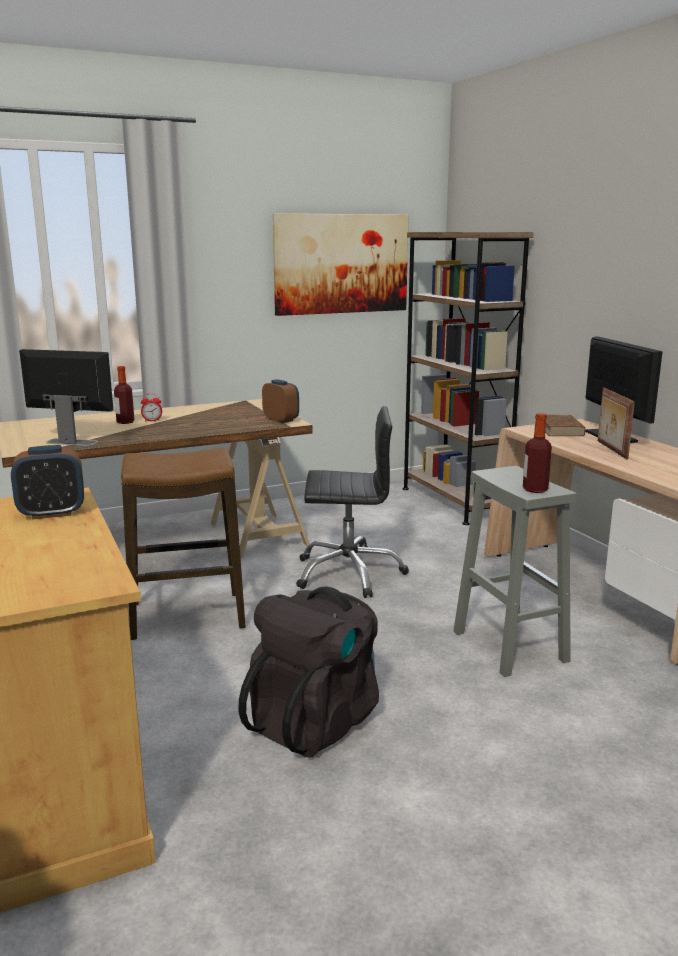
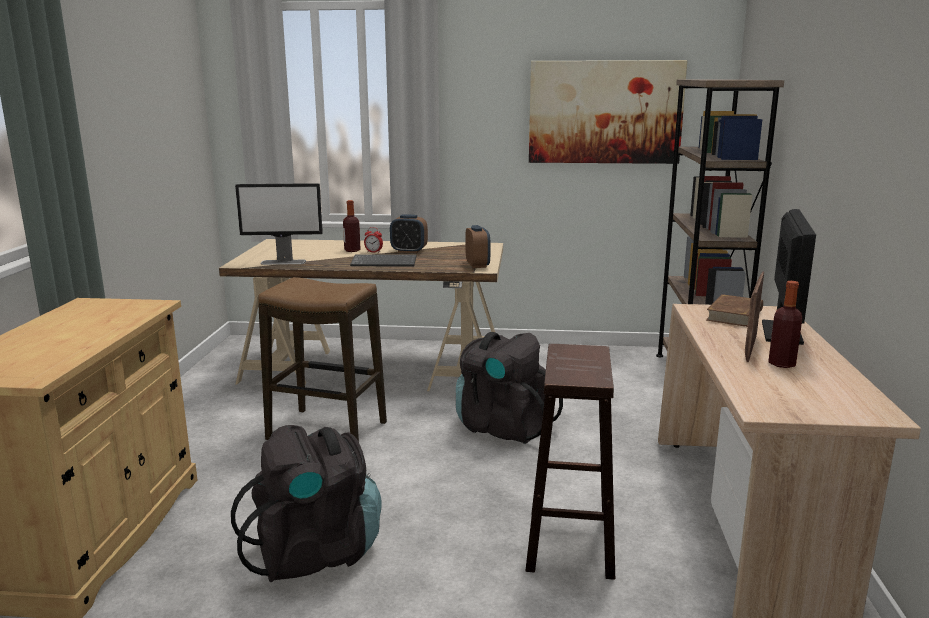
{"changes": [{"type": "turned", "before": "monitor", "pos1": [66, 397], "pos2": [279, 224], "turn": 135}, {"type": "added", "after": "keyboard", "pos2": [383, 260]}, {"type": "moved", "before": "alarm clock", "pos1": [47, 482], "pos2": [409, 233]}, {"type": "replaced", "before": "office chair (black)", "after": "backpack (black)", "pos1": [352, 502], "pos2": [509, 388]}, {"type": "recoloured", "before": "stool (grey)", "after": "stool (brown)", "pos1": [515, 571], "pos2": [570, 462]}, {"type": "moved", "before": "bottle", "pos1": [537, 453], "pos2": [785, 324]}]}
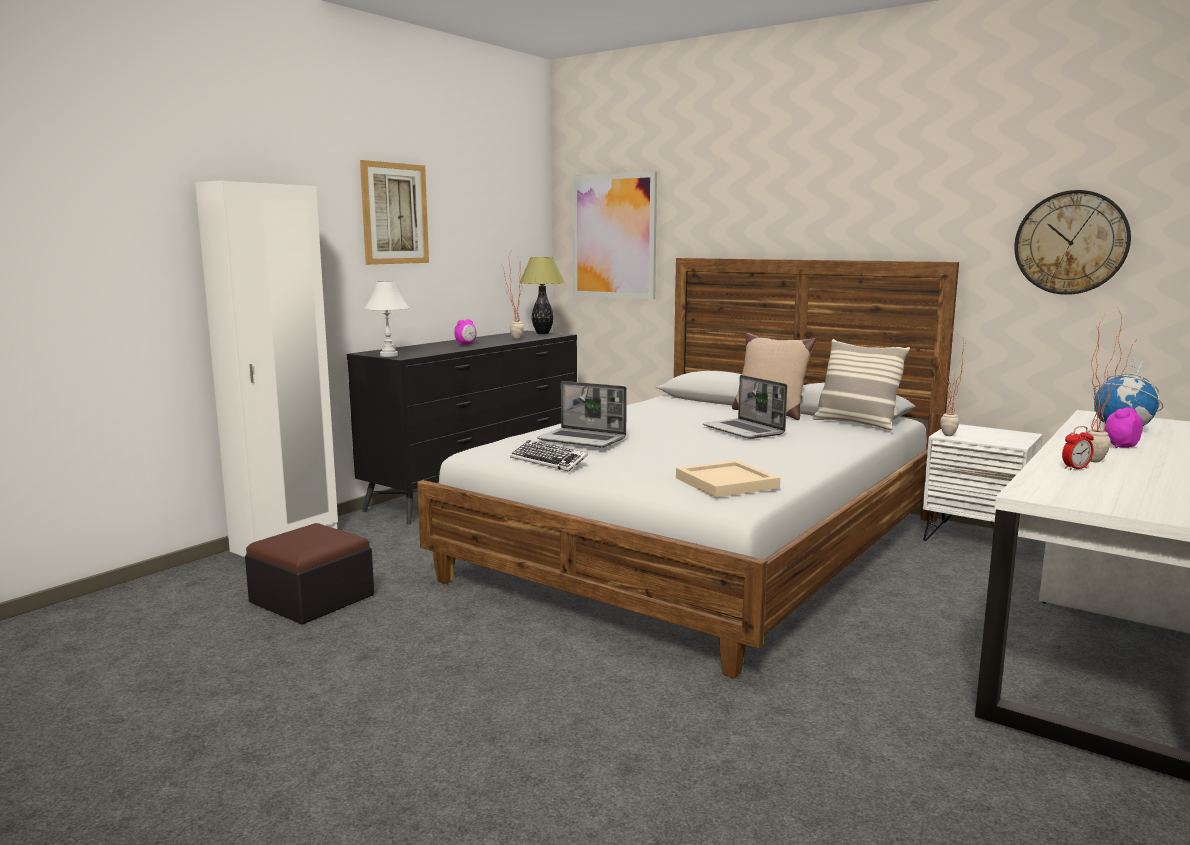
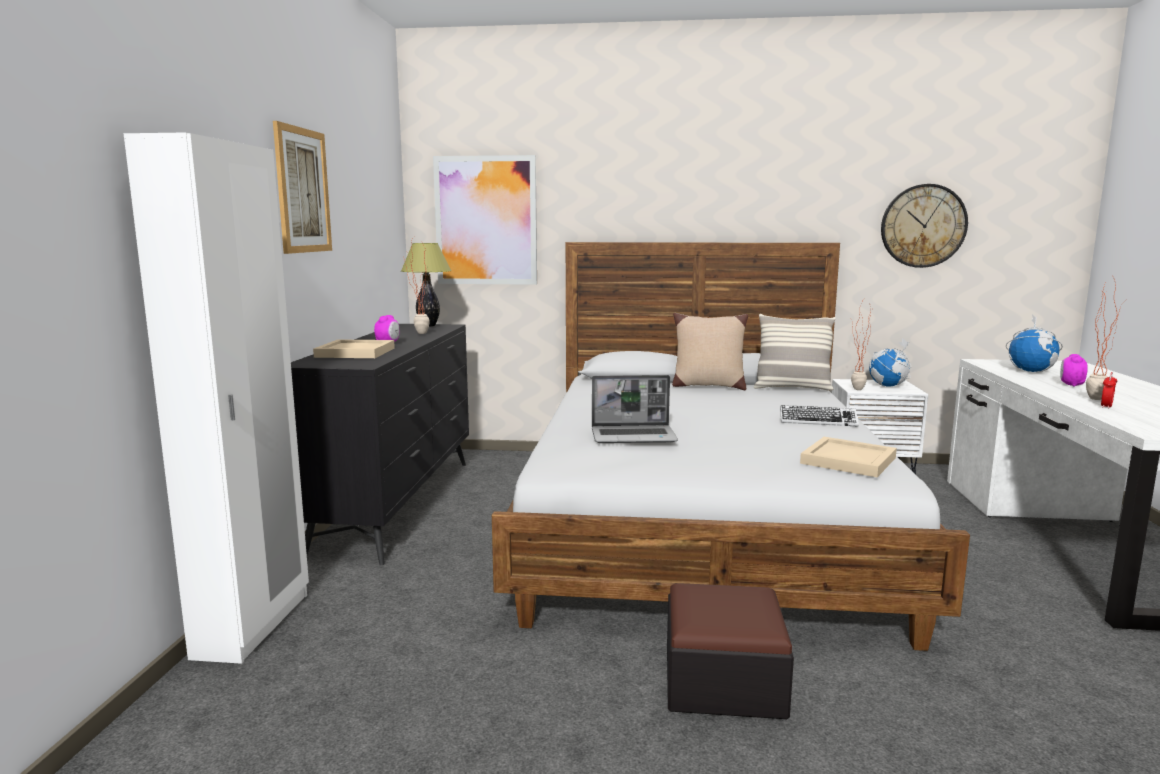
{"changes": [{"type": "added", "after": "tray (beige)", "pos2": [354, 348]}, {"type": "moved", "before": "ottoman", "pos1": [309, 573], "pos2": [730, 651]}, {"type": "moved", "before": "keyboard", "pos1": [549, 455], "pos2": [819, 416]}, {"type": "added", "after": "globe", "pos2": [890, 362]}, {"type": "removed", "before": "table lamp (white)", "pos1": [386, 319]}, {"type": "removed", "before": "laptop", "pos1": [745, 407]}]}
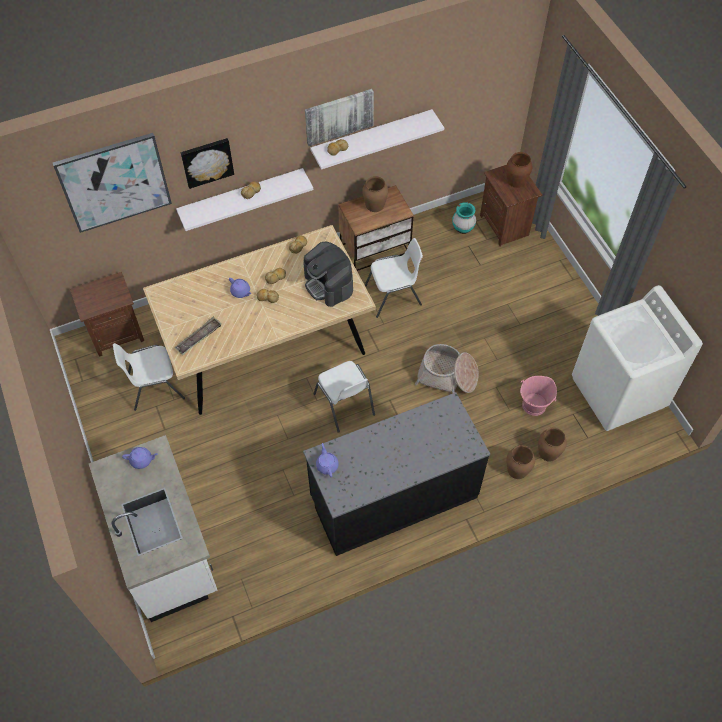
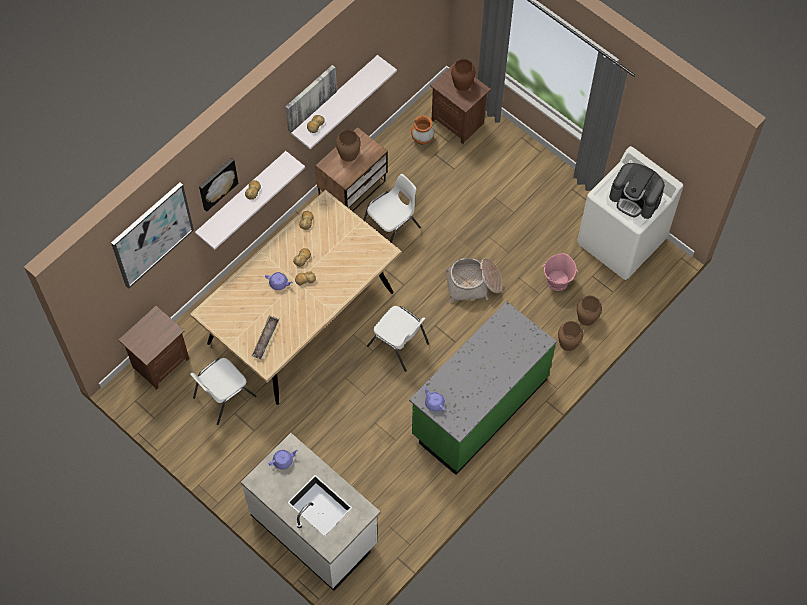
{"changes": [{"type": "recoloured", "before": "counter (black)", "after": "counter (green)", "pos1": [396, 474], "pos2": [483, 388]}, {"type": "recoloured", "before": "vase (turquoise)", "after": "vase (orange)", "pos1": [464, 218], "pos2": [422, 130]}, {"type": "moved", "before": "coffee machine", "pos1": [328, 274], "pos2": [636, 191]}]}
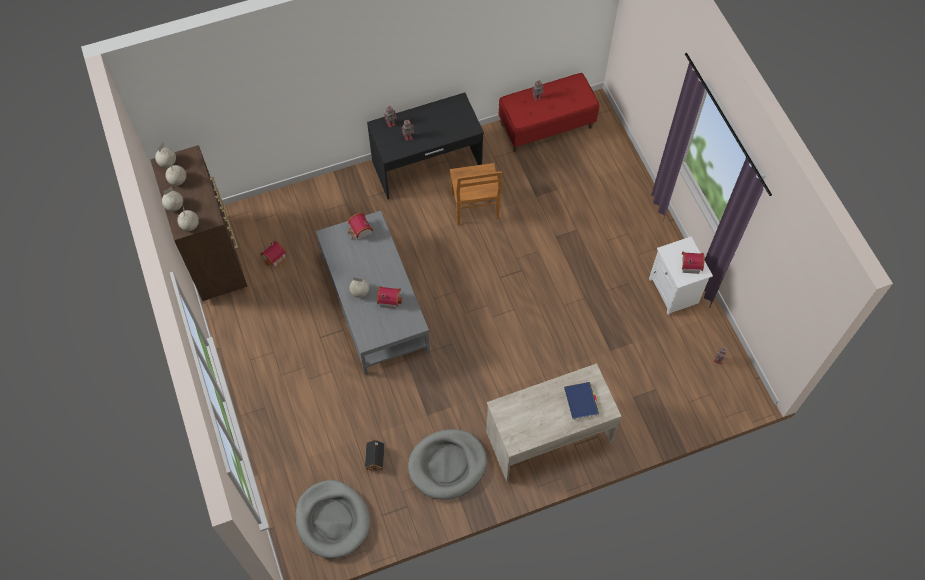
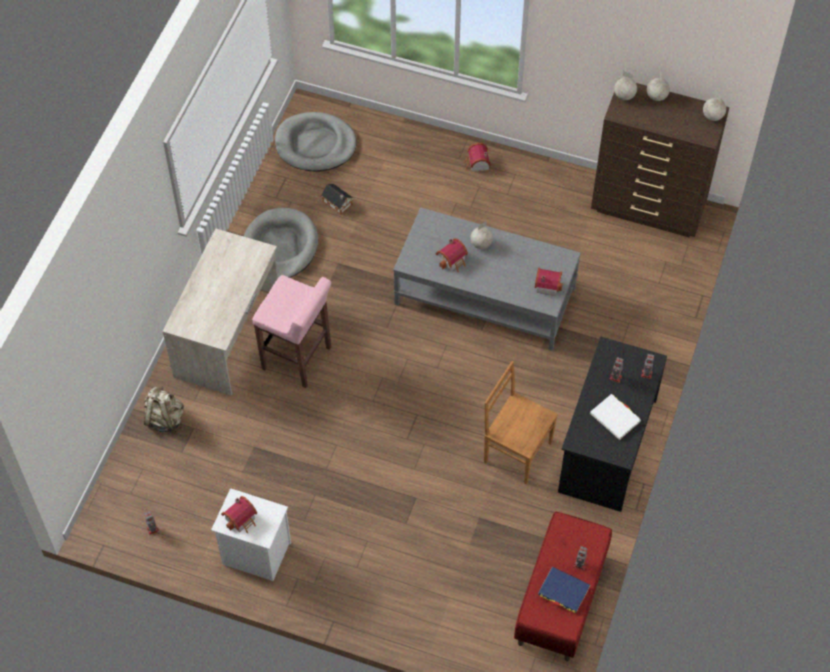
{"changes": [{"type": "added", "after": "backpack (beige)", "pos2": [164, 409]}, {"type": "added", "after": "stool (pink)", "pos2": [291, 331]}, {"type": "moved", "before": "toy house", "pos1": [273, 254], "pos2": [478, 157]}, {"type": "moved", "before": "book (blue)", "pos1": [581, 401], "pos2": [564, 589]}, {"type": "added", "after": "book (white)", "pos2": [615, 417]}, {"type": "removed", "before": "globe", "pos1": [175, 173]}]}
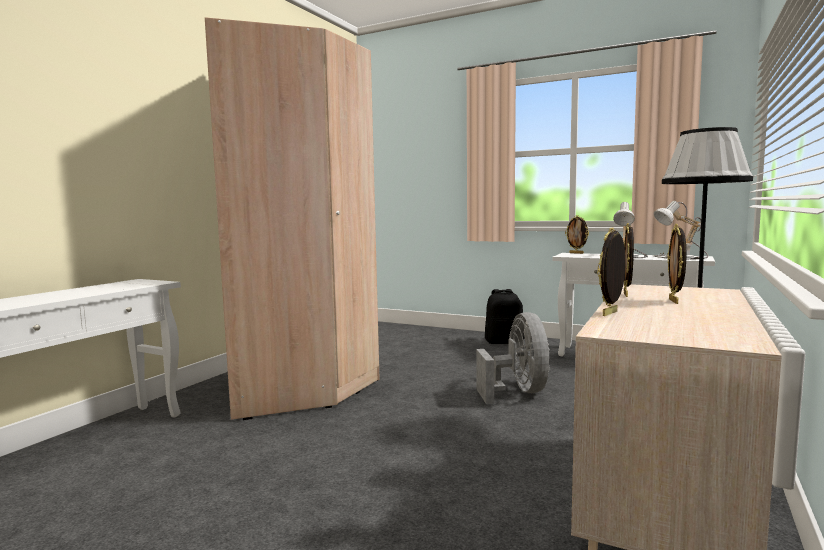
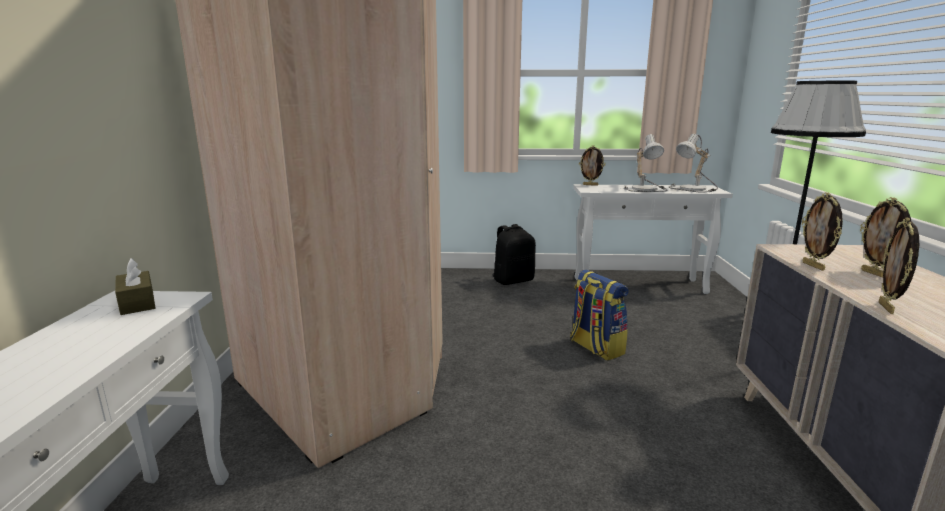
{"changes": [{"type": "added", "after": "tissue box (brown)", "pos2": [135, 286]}, {"type": "replaced", "before": "fan (grey)", "after": "backpack", "pos1": [513, 358], "pos2": [599, 315]}]}
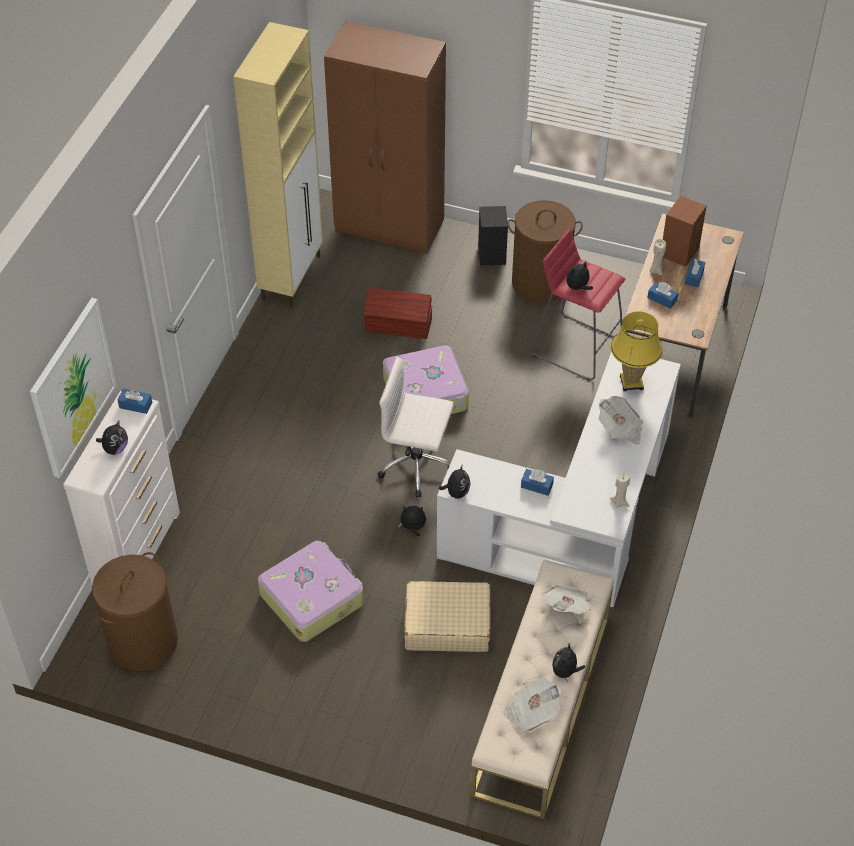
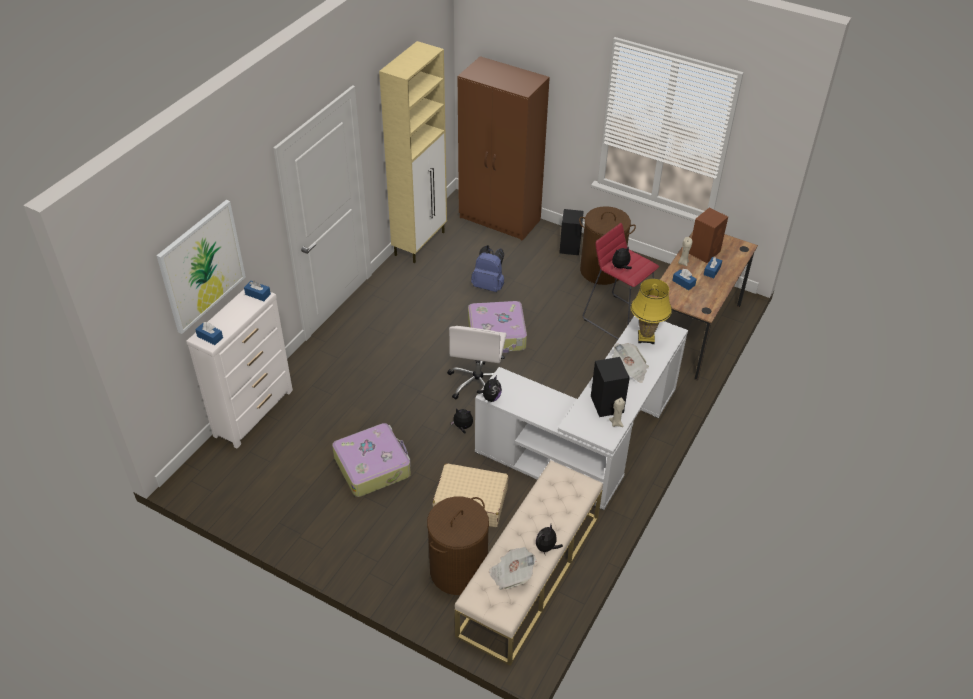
{"changes": [{"type": "moved", "before": "tissue box (blue)", "pos1": [537, 482], "pos2": [209, 333]}, {"type": "moved", "before": "laundry basket (brown)", "pos1": [135, 611], "pos2": [458, 545]}, {"type": "turned", "before": "office chair (white)", "pos1": [415, 427], "pos2": [477, 363], "turn": -105}, {"type": "replaced", "before": "storage box (brown)", "after": "backpack (blue)", "pos1": [398, 313], "pos2": [487, 268]}, {"type": "added", "after": "speaker (black)", "pos2": [610, 387]}, {"type": "removed", "before": "plush toy", "pos1": [112, 438]}, {"type": "removed", "before": "newspaper", "pos1": [566, 599]}]}
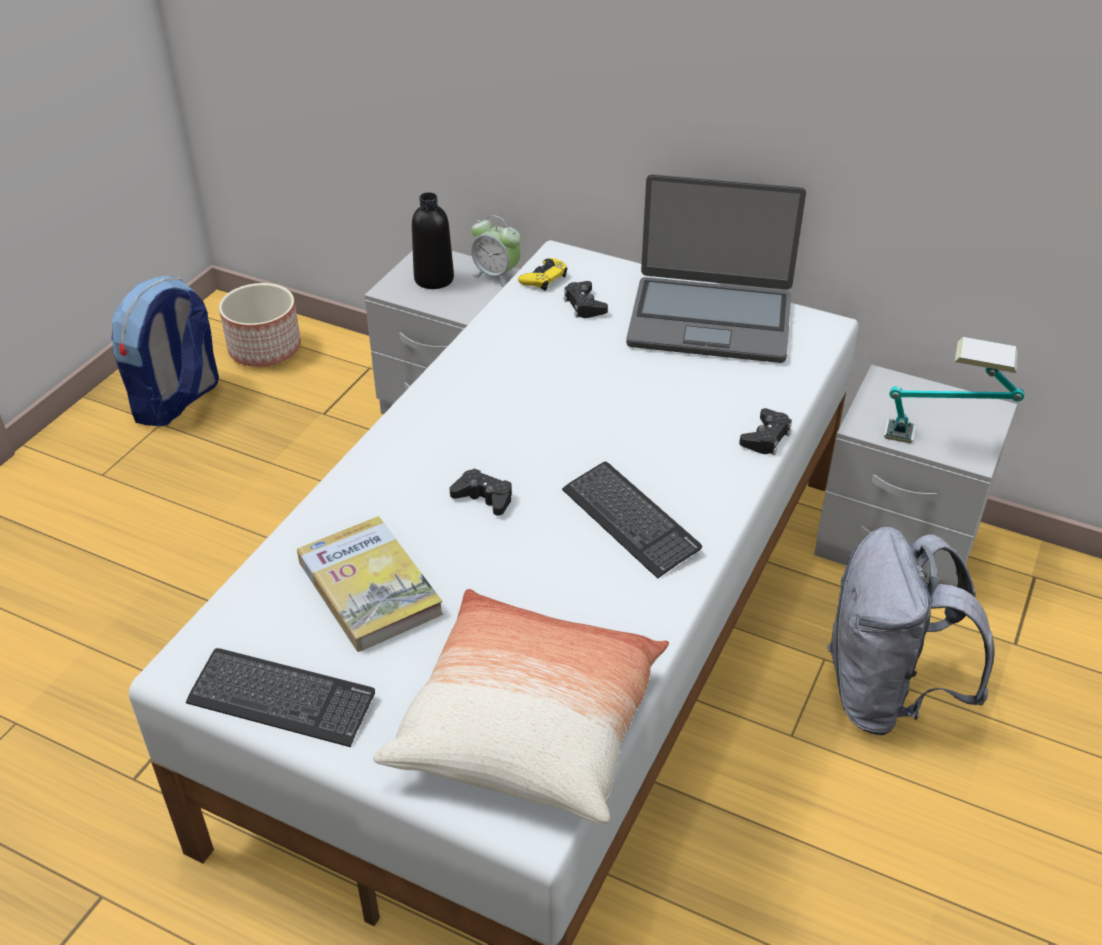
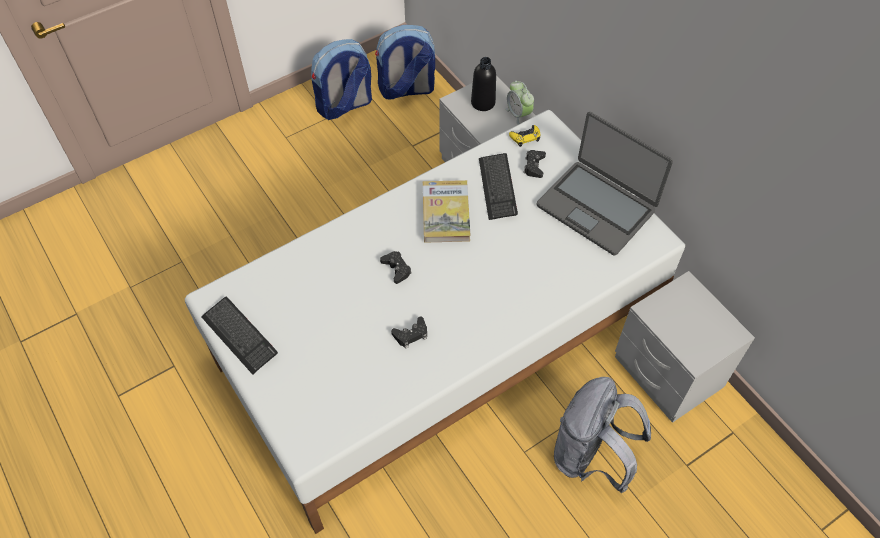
{"changes": [{"type": "replaced", "before": "planter", "after": "backpack", "pos1": [260, 325], "pos2": [405, 62]}, {"type": "moved", "before": "game controller (black)", "pos1": [765, 431], "pos2": [409, 333]}, {"type": "moved", "before": "book", "pos1": [370, 584], "pos2": [447, 211]}, {"type": "moved", "before": "keyboard", "pos1": [632, 520], "pos2": [498, 186]}, {"type": "removed", "before": "pillow", "pos1": [521, 706]}, {"type": "removed", "before": "table lamp", "pos1": [954, 390]}]}
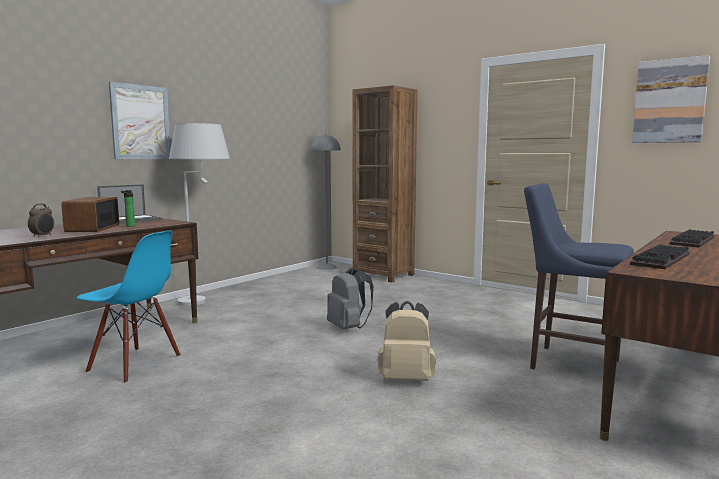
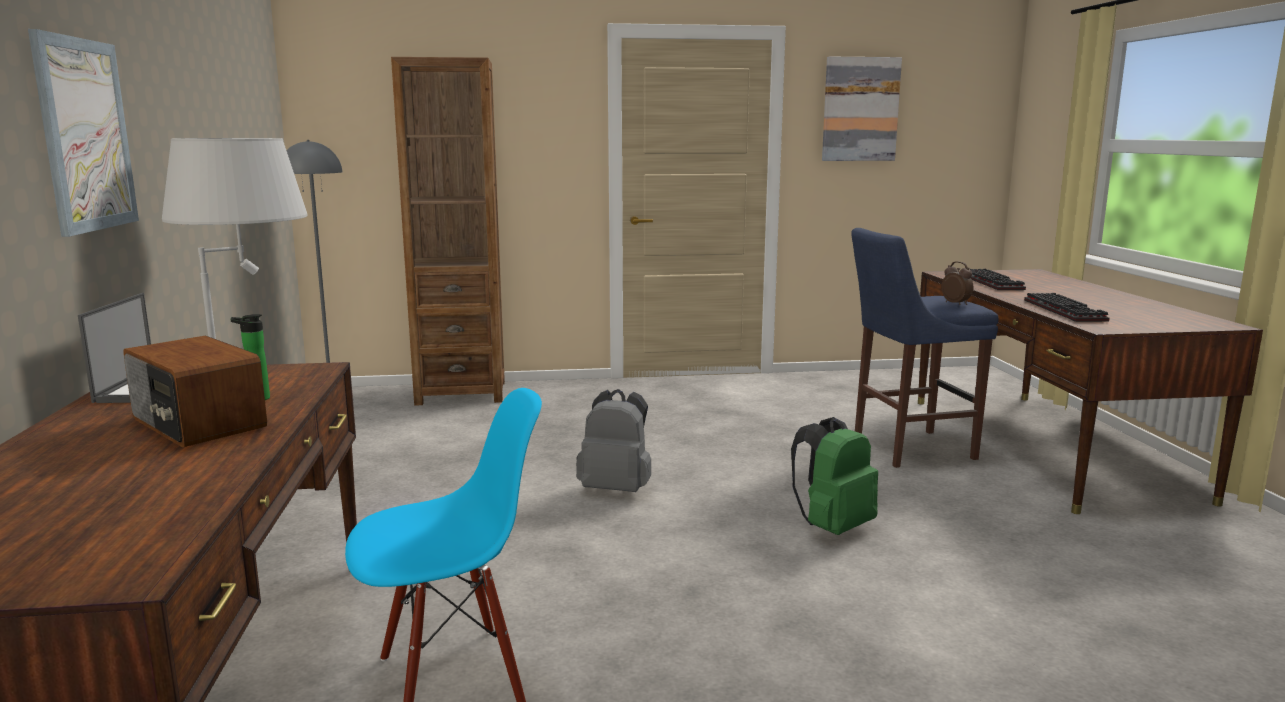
{"changes": [{"type": "recoloured", "before": "backpack (beige)", "after": "backpack (green)", "pos1": [406, 341], "pos2": [834, 476]}, {"type": "moved", "before": "alarm clock", "pos1": [41, 220], "pos2": [957, 283]}]}
